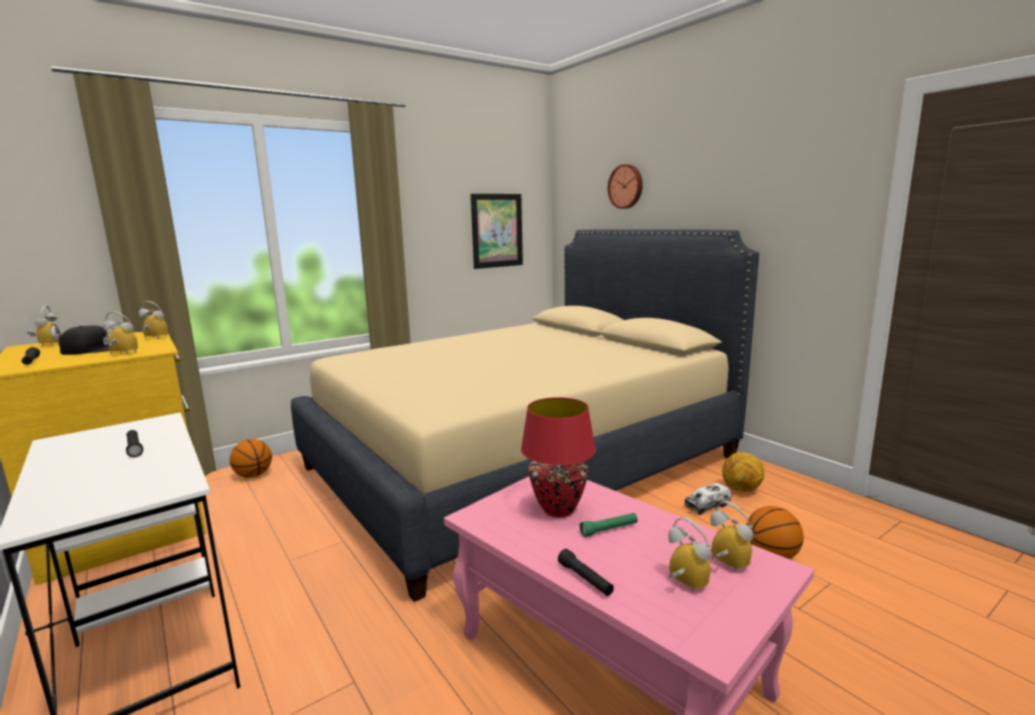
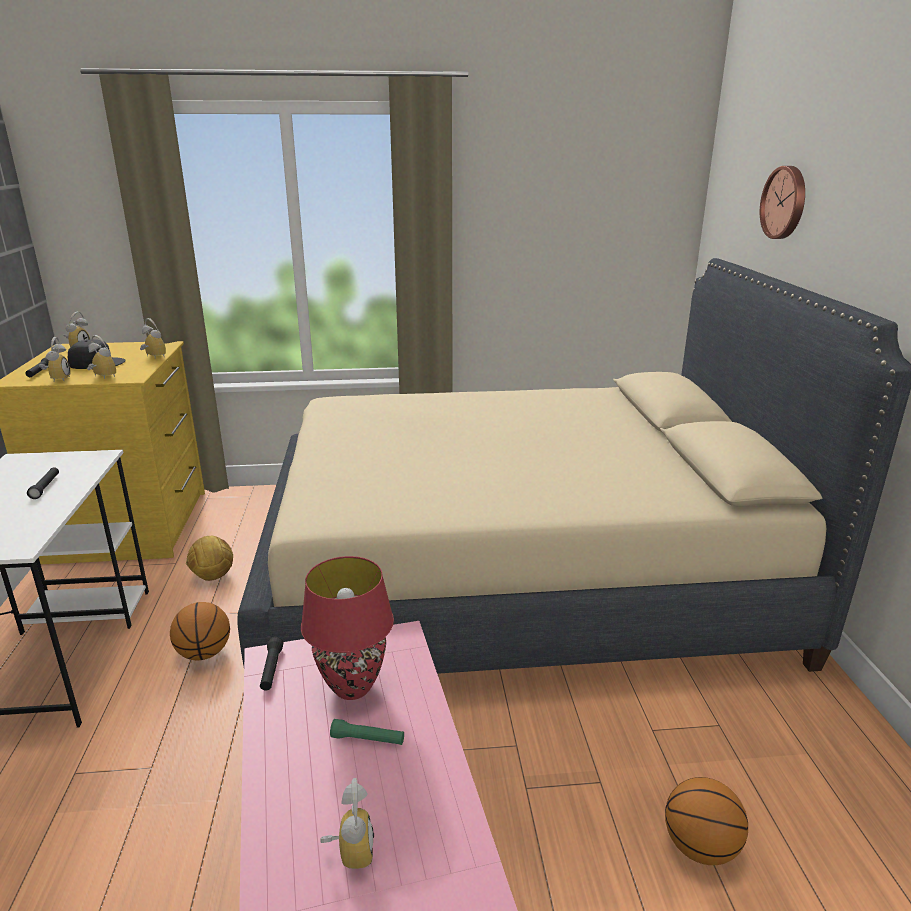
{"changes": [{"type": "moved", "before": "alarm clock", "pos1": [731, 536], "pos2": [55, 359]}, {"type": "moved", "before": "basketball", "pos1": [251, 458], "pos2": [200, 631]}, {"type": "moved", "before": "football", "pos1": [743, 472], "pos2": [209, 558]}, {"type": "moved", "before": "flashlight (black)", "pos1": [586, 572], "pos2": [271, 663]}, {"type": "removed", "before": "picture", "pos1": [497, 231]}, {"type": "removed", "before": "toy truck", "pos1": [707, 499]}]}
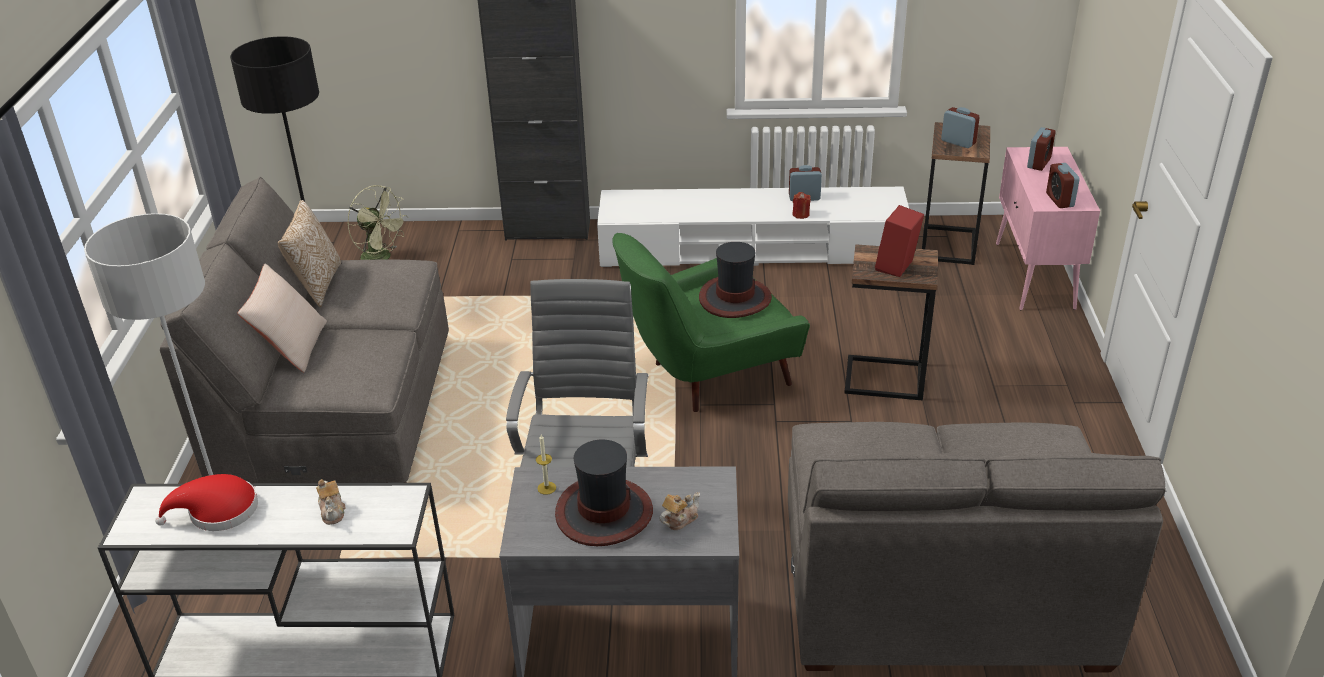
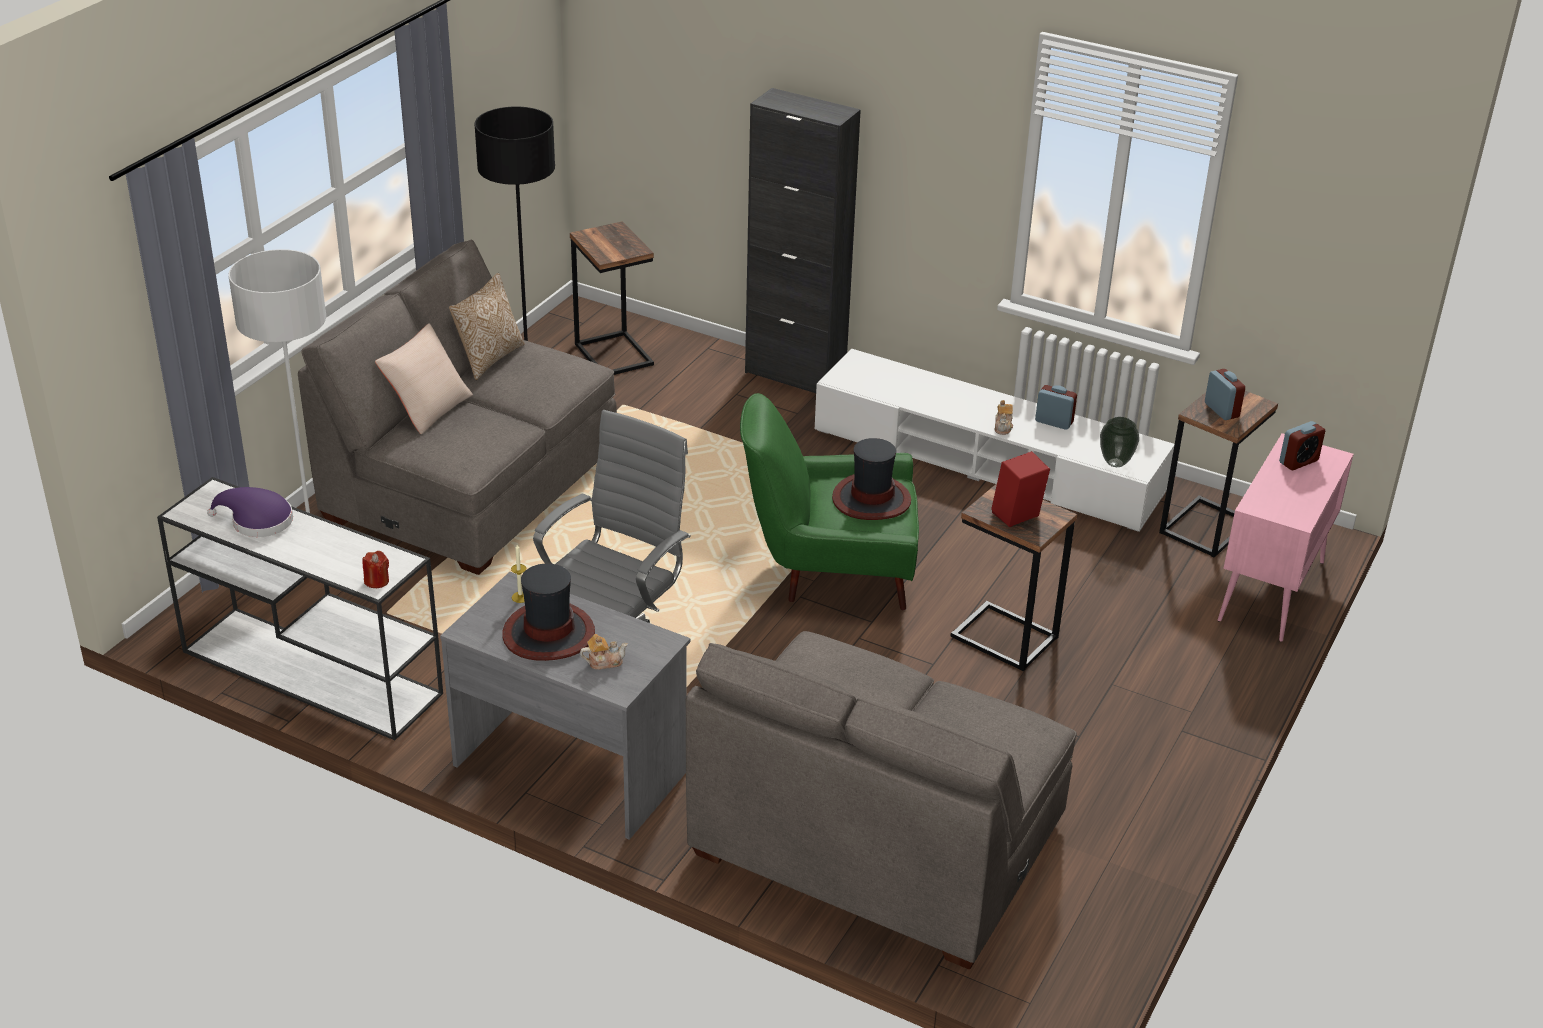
{"changes": [{"type": "recoloured", "before": "hat (red)", "after": "hat (purple)", "pos1": [206, 502], "pos2": [250, 512]}, {"type": "moved", "before": "candle (red)", "pos1": [801, 205], "pos2": [375, 569]}, {"type": "replaced", "before": "fan (green)", "after": "side table", "pos1": [378, 222], "pos2": [612, 298]}, {"type": "moved", "before": "teapot", "pos1": [331, 502], "pos2": [1004, 417]}, {"type": "added", "after": "vase", "pos2": [1119, 442]}, {"type": "removed", "before": "alarm clock", "pos1": [1063, 185]}]}
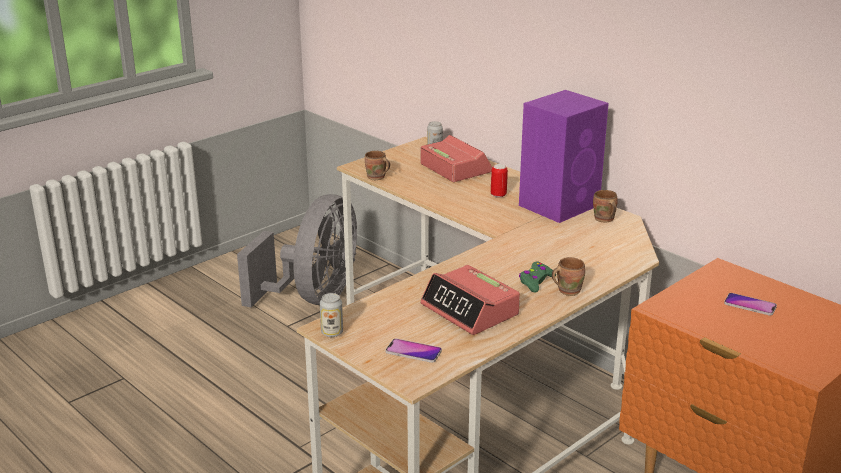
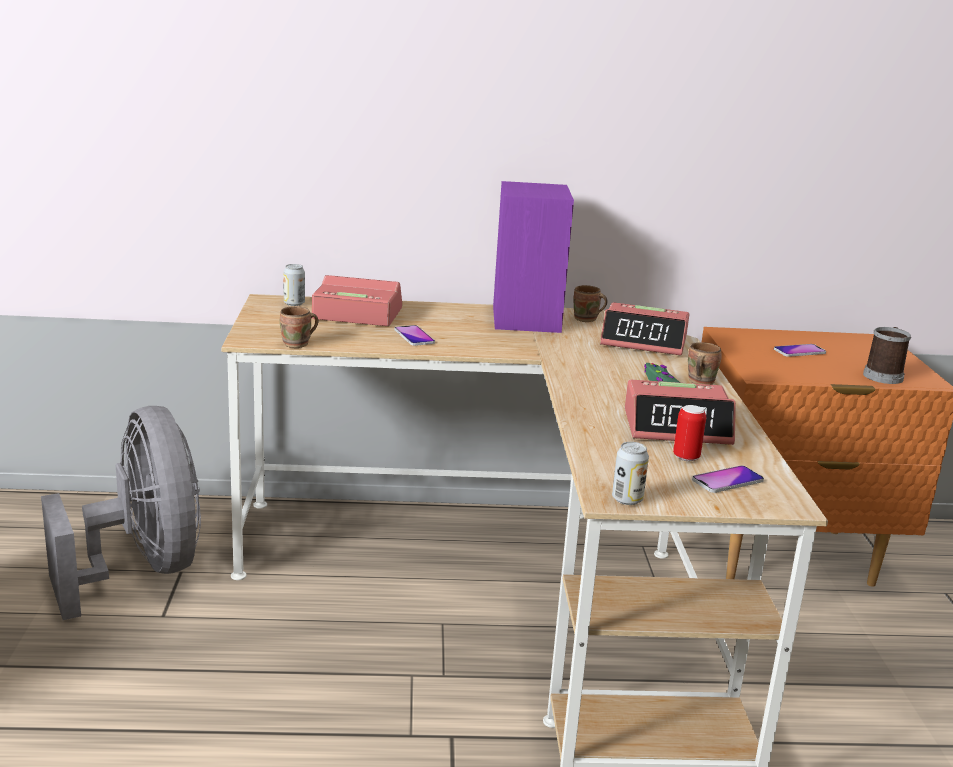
{"changes": [{"type": "added", "after": "phone", "pos2": [415, 335]}, {"type": "added", "after": "alarm clock", "pos2": [644, 328]}, {"type": "moved", "before": "can", "pos1": [499, 181], "pos2": [689, 433]}, {"type": "added", "after": "mug", "pos2": [887, 355]}]}
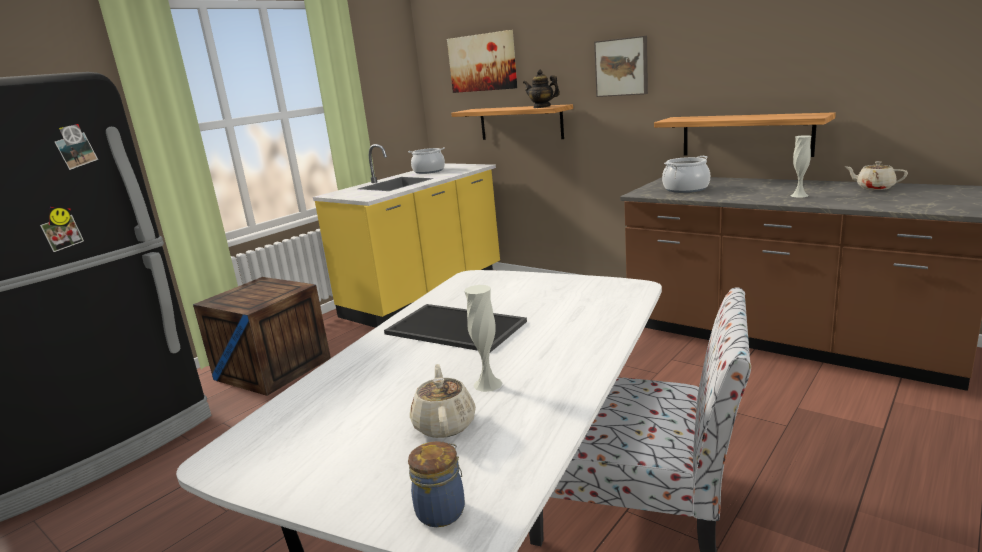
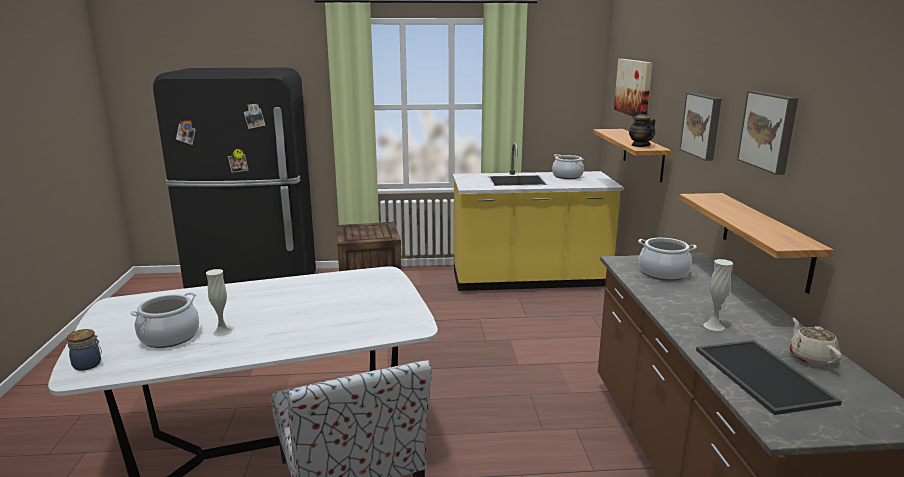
{"changes": [{"type": "replaced", "before": "teapot (beige)", "after": "cooking pot", "pos1": [443, 401], "pos2": [164, 320]}, {"type": "moved", "before": "tray", "pos1": [455, 328], "pos2": [768, 377]}, {"type": "added", "after": "picture", "pos2": [767, 133]}]}
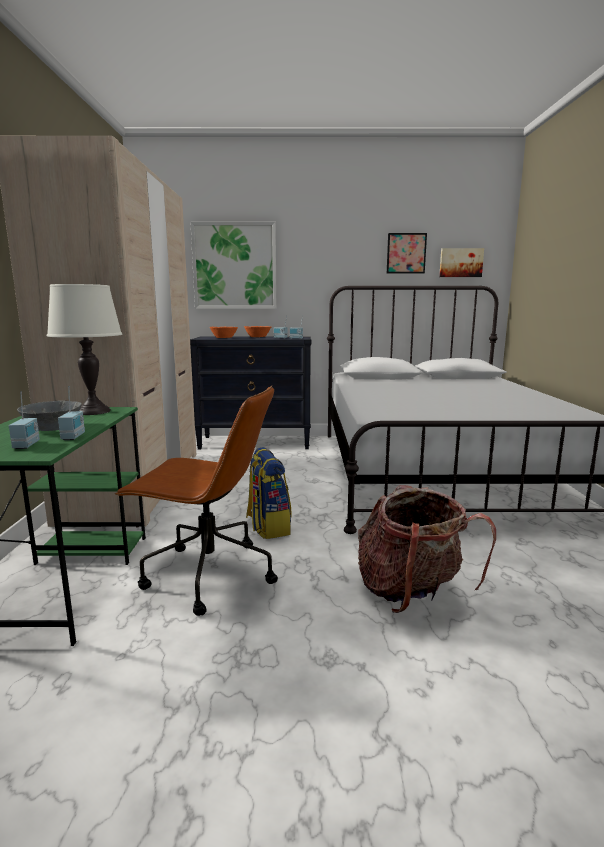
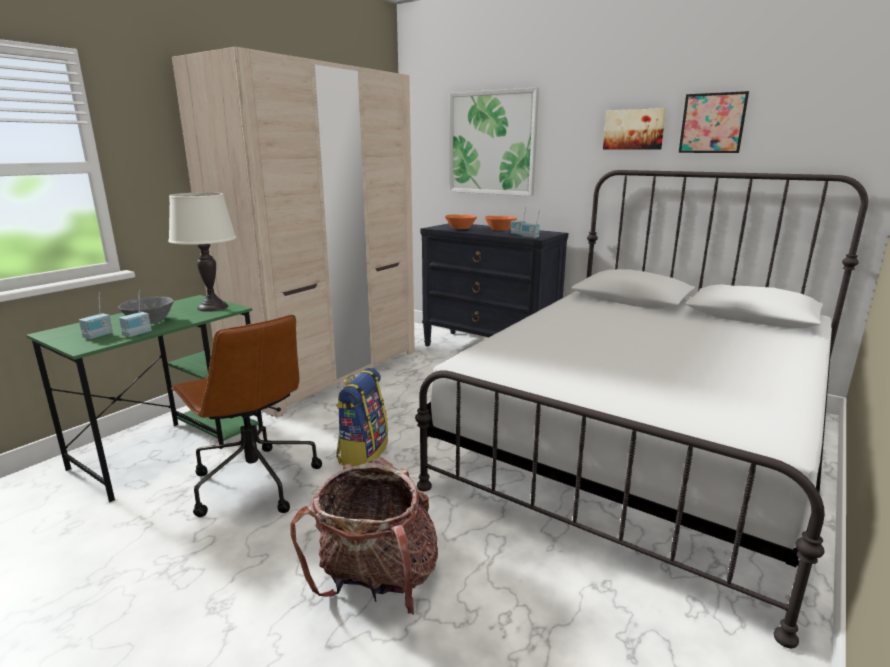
{"changes": [{"type": "moved", "before": "picture", "pos1": [461, 262], "pos2": [634, 129]}]}
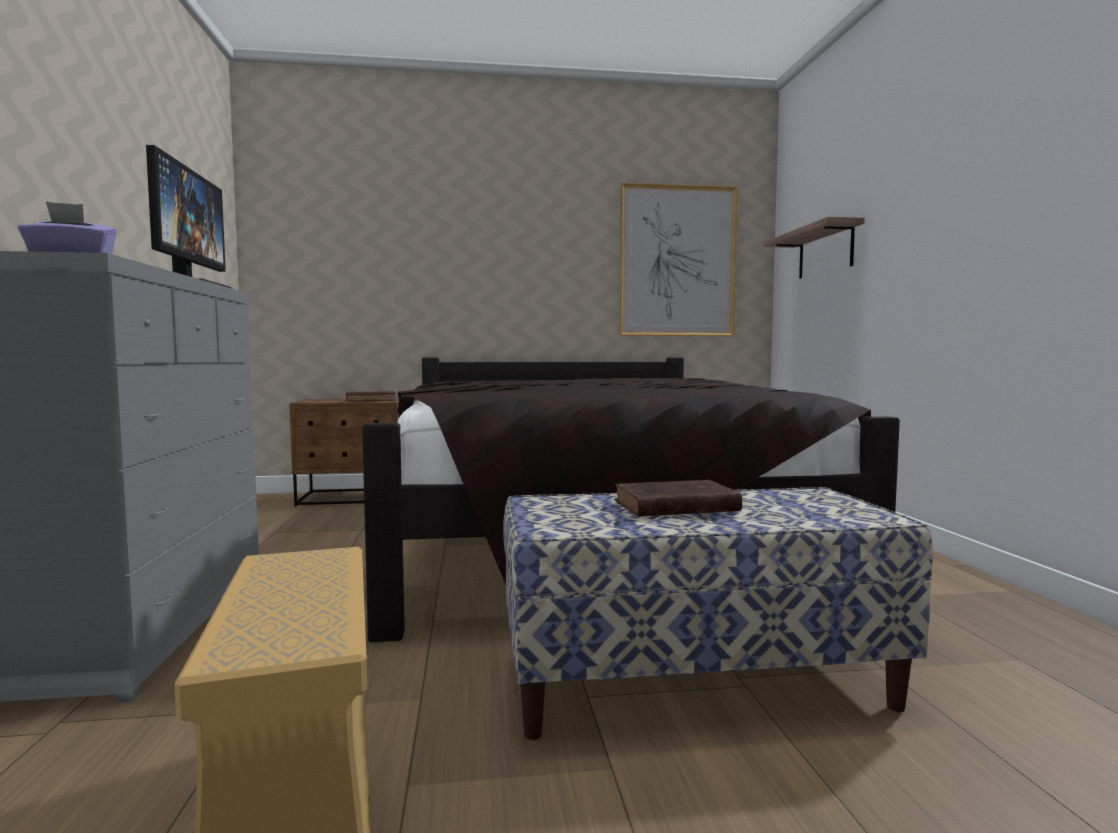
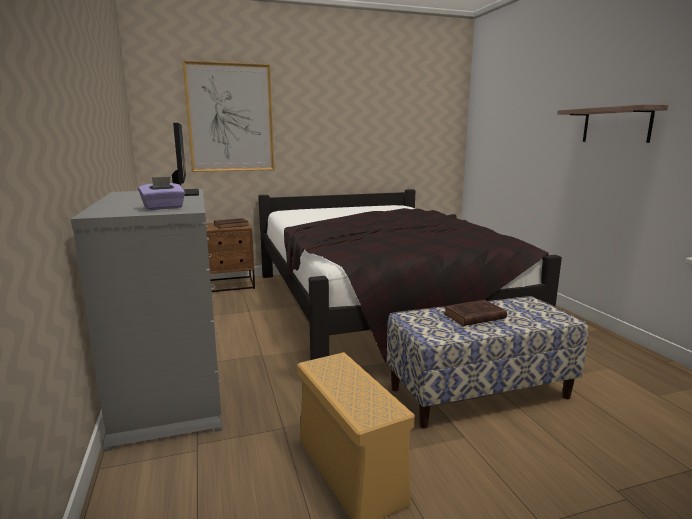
{"changes": [{"type": "moved", "before": "picture", "pos1": [678, 259], "pos2": [228, 116]}, {"type": "moved", "before": "shelf", "pos1": [814, 247], "pos2": [612, 123]}]}
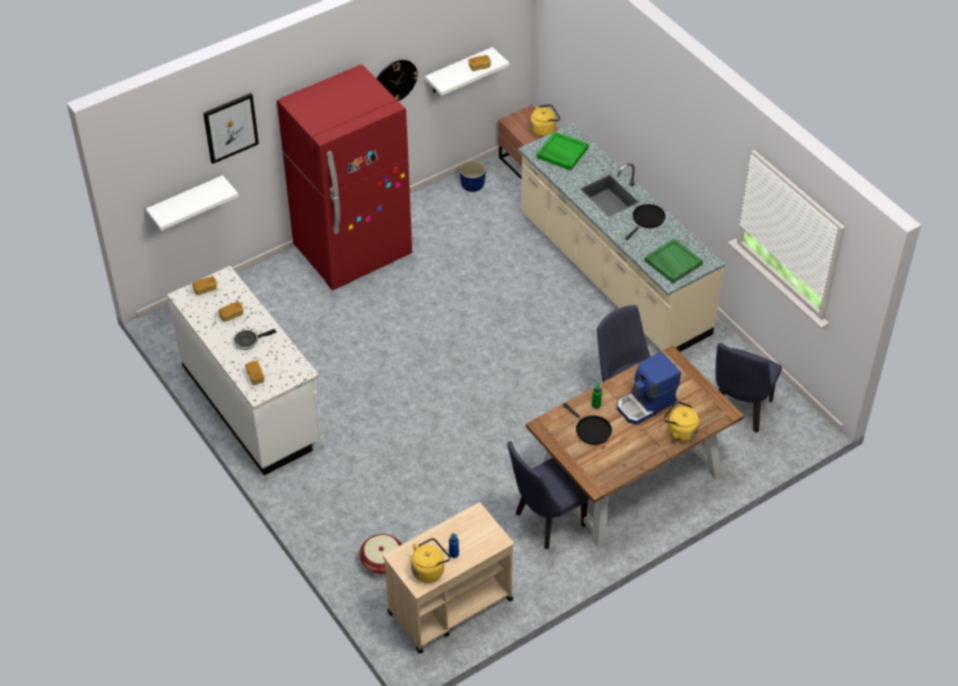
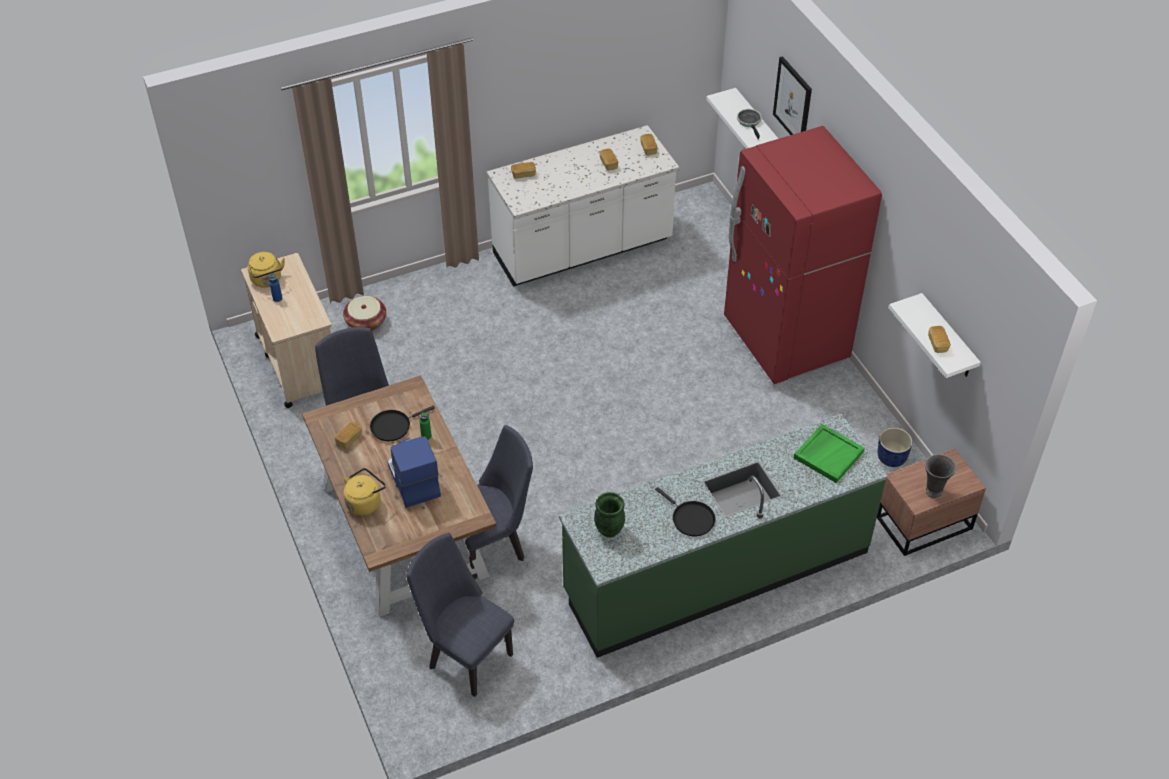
{"changes": [{"type": "added", "after": "bread", "pos2": [348, 435]}, {"type": "recoloured", "before": "counter (beige)", "after": "counter (green)", "pos1": [621, 237], "pos2": [723, 536]}, {"type": "replaced", "before": "tray (green)", "after": "vase (green)", "pos1": [673, 261], "pos2": [609, 514]}, {"type": "moved", "before": "frying pan", "pos1": [254, 339], "pos2": [749, 124]}, {"type": "replaced", "before": "kettle (yellow)", "after": "vase (grey)", "pos1": [545, 120], "pos2": [940, 476]}, {"type": "removed", "before": "wall clock", "pos1": [397, 81]}]}
